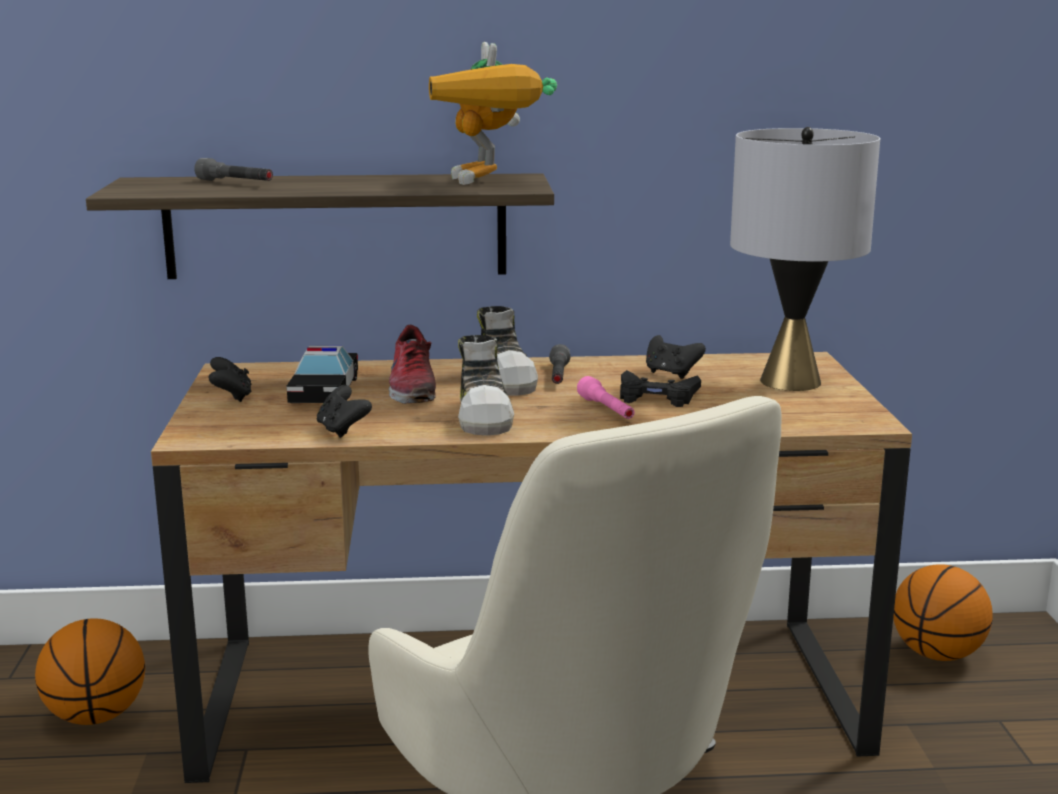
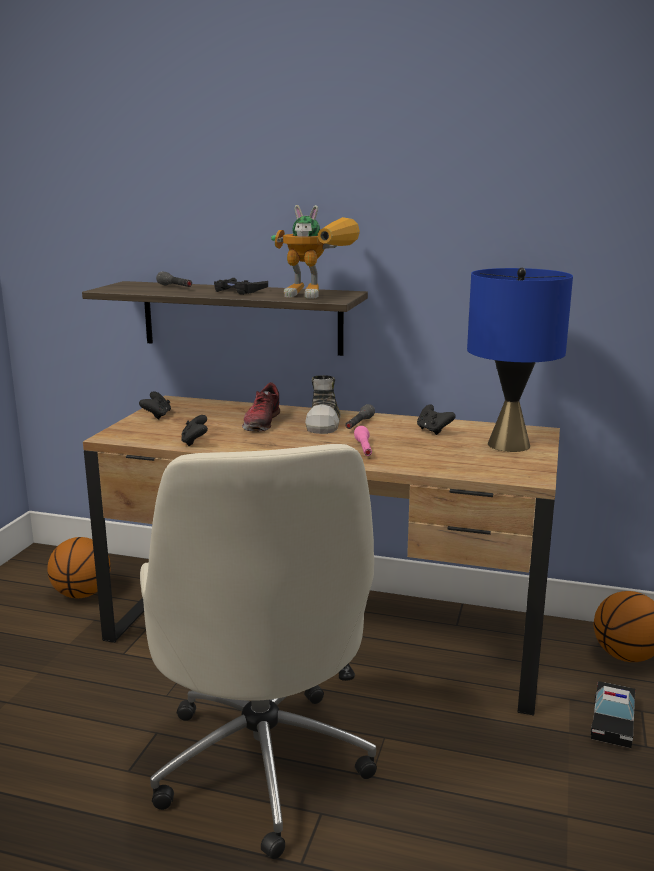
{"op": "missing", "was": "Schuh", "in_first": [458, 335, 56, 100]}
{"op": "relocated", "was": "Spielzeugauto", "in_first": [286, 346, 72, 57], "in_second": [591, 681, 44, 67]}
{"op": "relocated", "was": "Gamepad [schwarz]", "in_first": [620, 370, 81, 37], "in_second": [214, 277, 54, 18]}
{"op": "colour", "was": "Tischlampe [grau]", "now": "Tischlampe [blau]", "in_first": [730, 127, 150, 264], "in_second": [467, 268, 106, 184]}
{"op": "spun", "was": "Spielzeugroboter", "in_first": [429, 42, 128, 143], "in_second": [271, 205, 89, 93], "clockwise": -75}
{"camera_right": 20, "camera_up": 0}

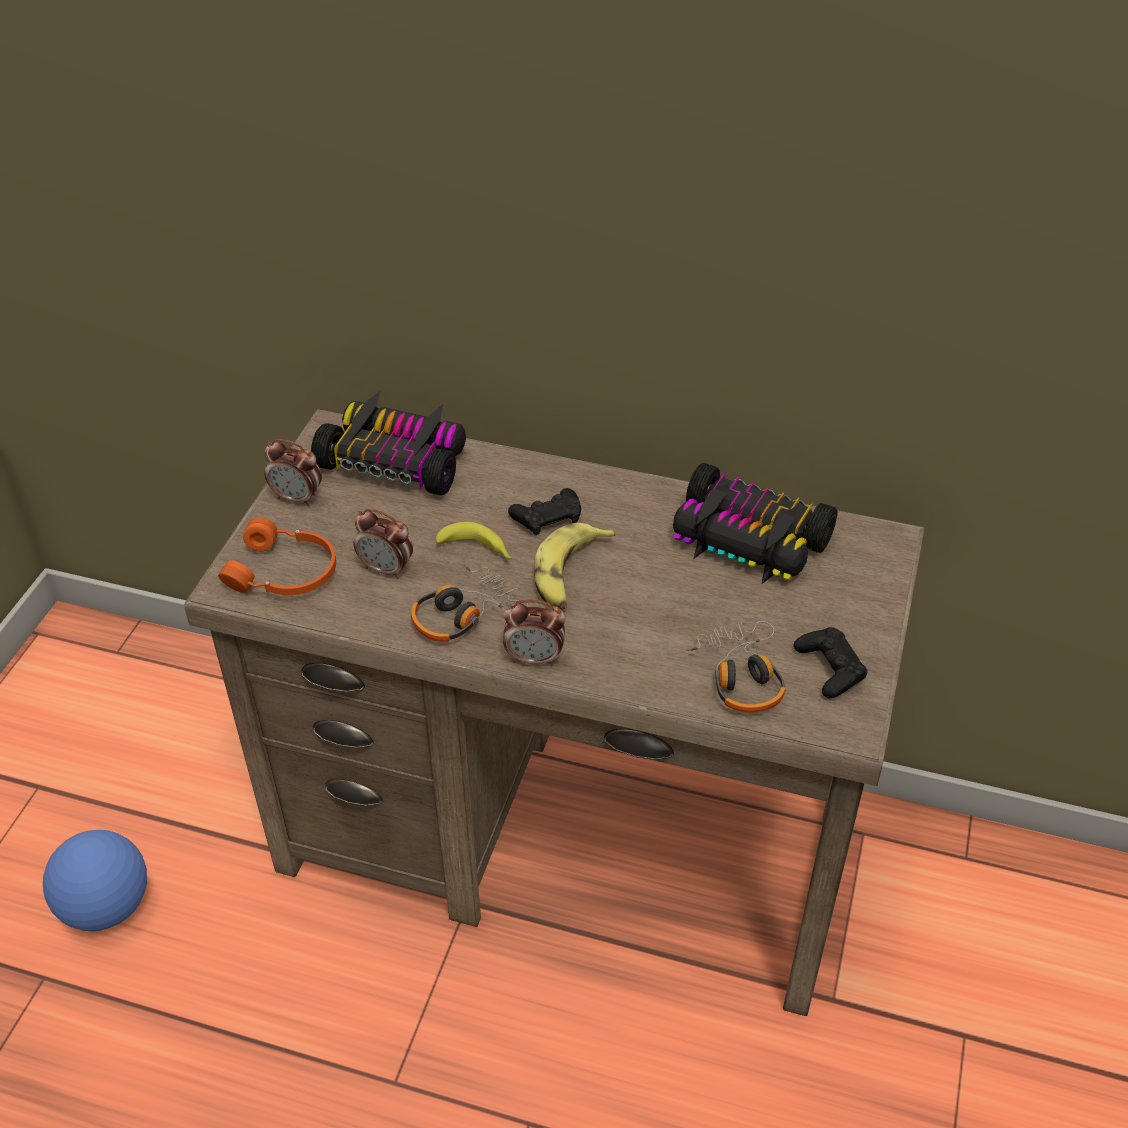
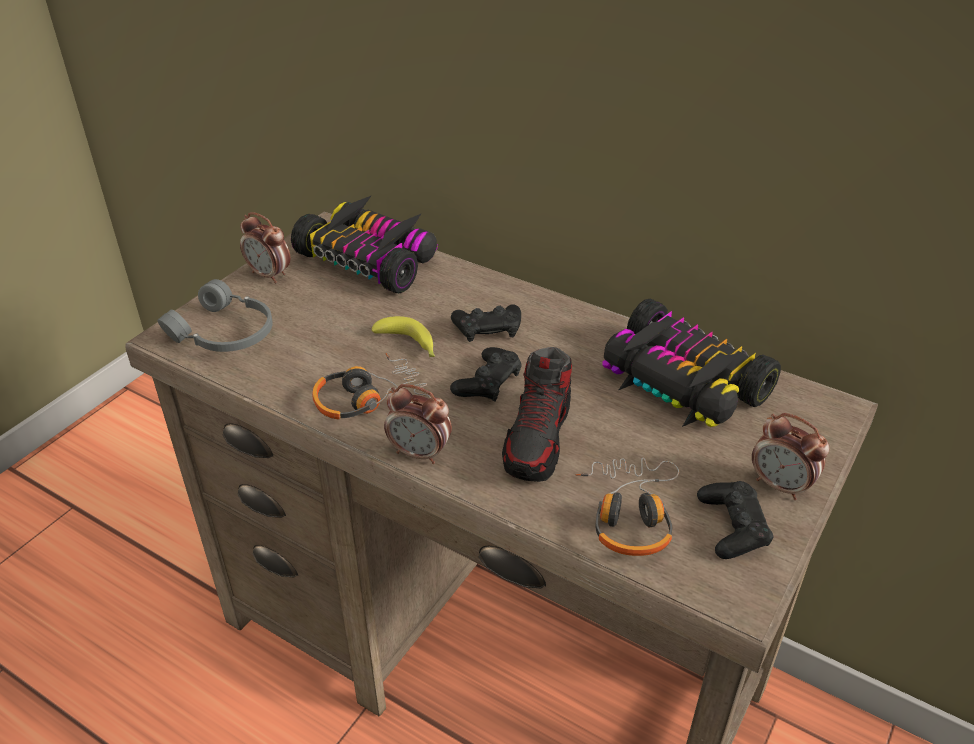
{"op": "missing", "was": "Fußball", "in_first": [43, 830, 104, 101]}
{"op": "appeared", "now": "Schuh", "in_second": [502, 347, 70, 135]}
{"op": "relocated", "was": "Wecker", "in_first": [353, 509, 60, 70], "in_second": [752, 413, 77, 87]}
{"op": "exchanged", "was": "Banane", "now": "Gamepad [schwarz]", "in_first": [534, 523, 82, 87], "in_second": [450, 347, 72, 55]}
{"op": "colour", "was": "Kopfhörer [orange]", "now": "Kopfhörer [grau]", "in_first": [218, 517, 118, 78], "in_second": [157, 279, 116, 73]}
{"camera_right": 15, "camera_up": -5}

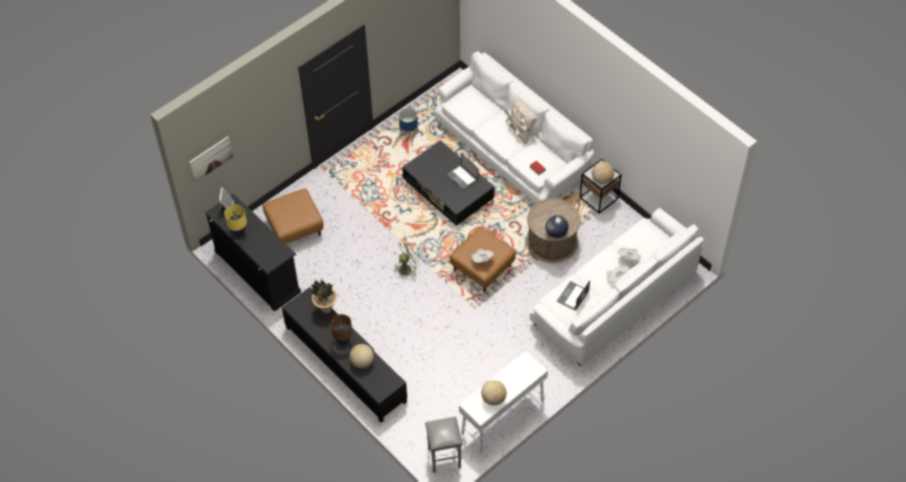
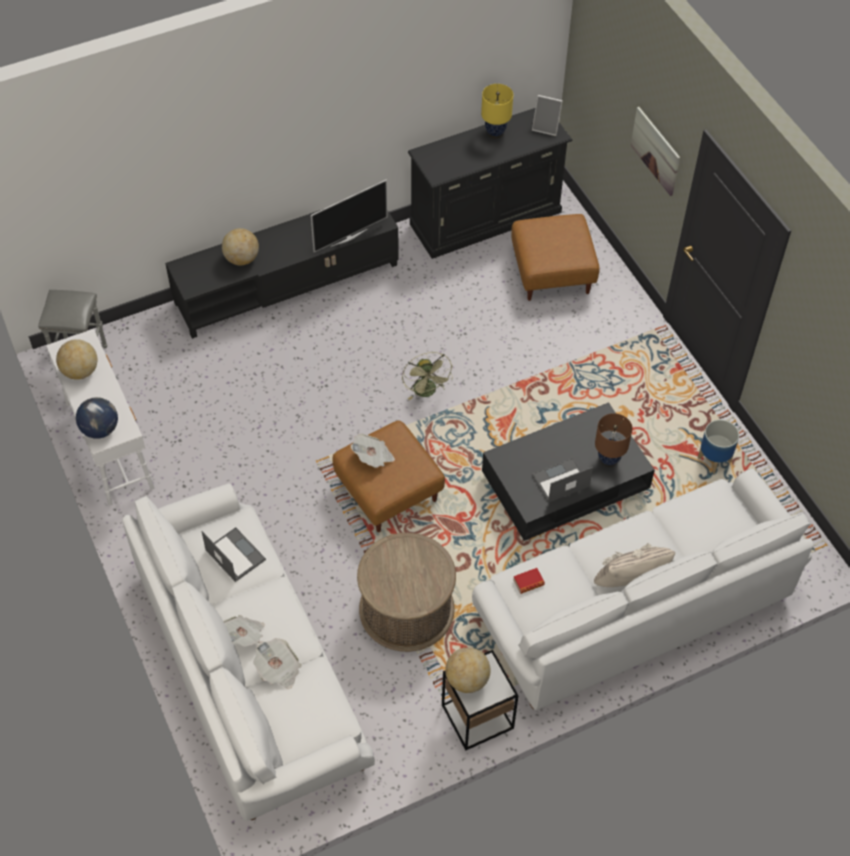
{"op": "relocated", "was": "Bild", "in_first": [189, 136, 44, 46], "in_second": [631, 107, 49, 89]}
{"op": "relocated", "was": "Tischlampe [braun]", "in_first": [331, 314, 21, 32], "in_second": [595, 413, 37, 54]}
{"op": "relocated", "was": "Globus", "in_first": [546, 215, 23, 23], "in_second": [76, 397, 42, 42]}
{"op": "exchanged", "was": "Topfpflanze", "now": "Fernseher", "in_first": [311, 279, 26, 35], "in_second": [311, 180, 76, 72]}
{"camera_right": 105, "camera_up": 0}

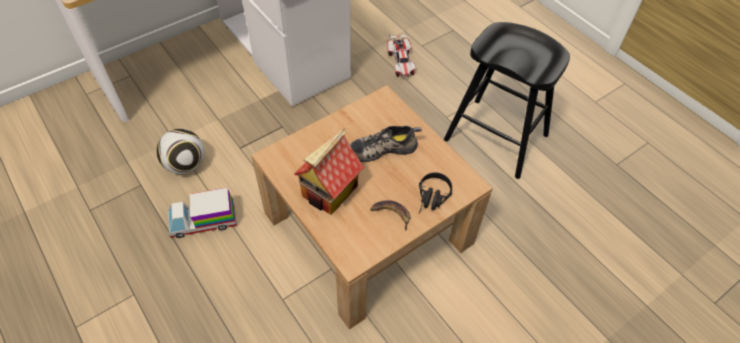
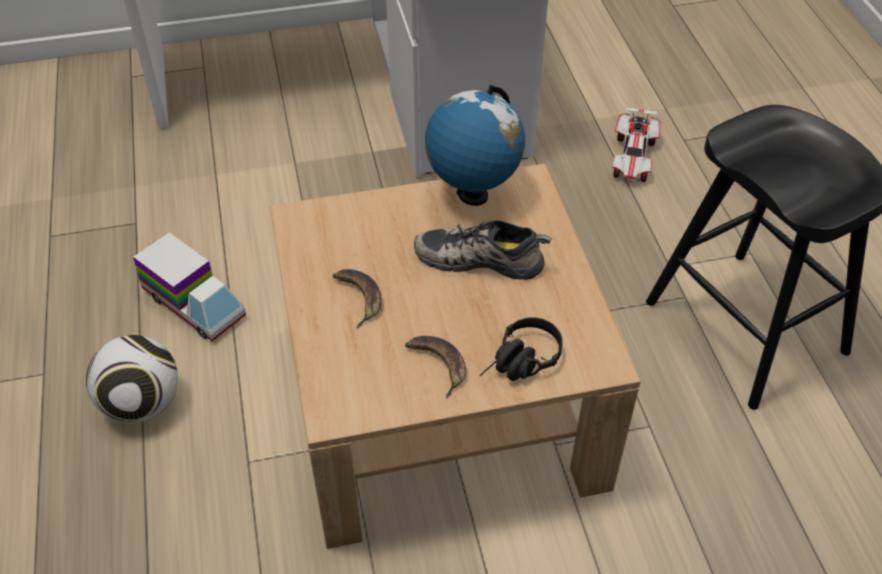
{"op": "appeared", "now": "Globus", "in_second": [425, 85, 100, 121]}
{"op": "relocated", "was": "Fußball", "in_first": [156, 129, 48, 45], "in_second": [86, 335, 92, 88]}
{"op": "exchanged", "was": "Spielzeughaus", "now": "Banane", "in_first": [294, 128, 70, 87], "in_second": [332, 269, 50, 59]}
{"op": "spun", "was": "Spielzeuglaster", "in_first": [168, 188, 69, 50], "in_second": [133, 232, 113, 109], "clockwise": -150}
{"camera_right": 25, "camera_up": -5}

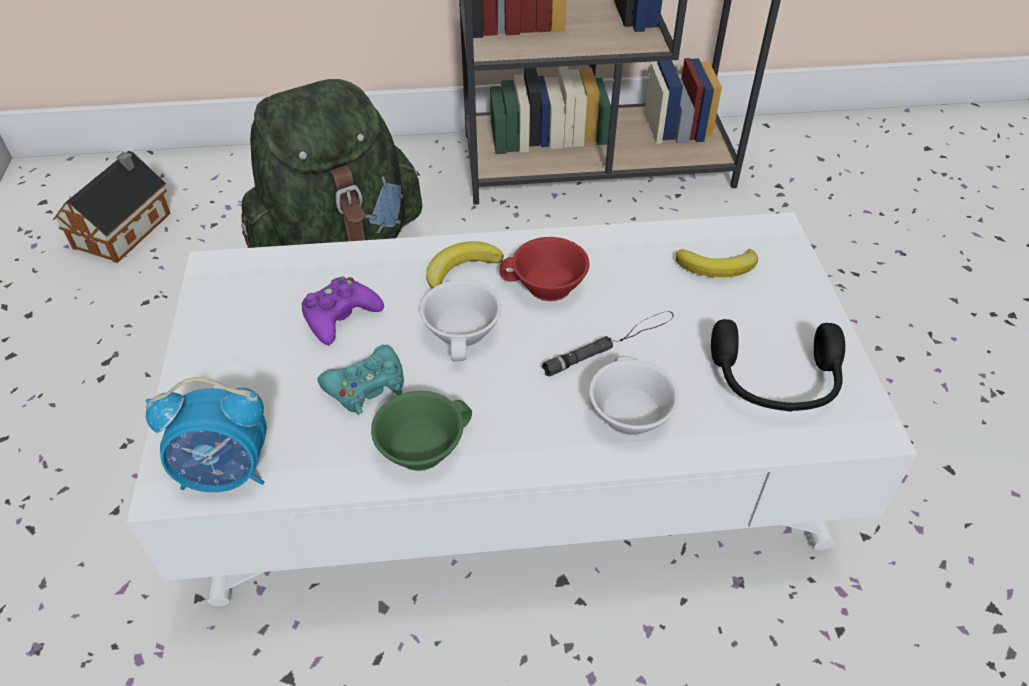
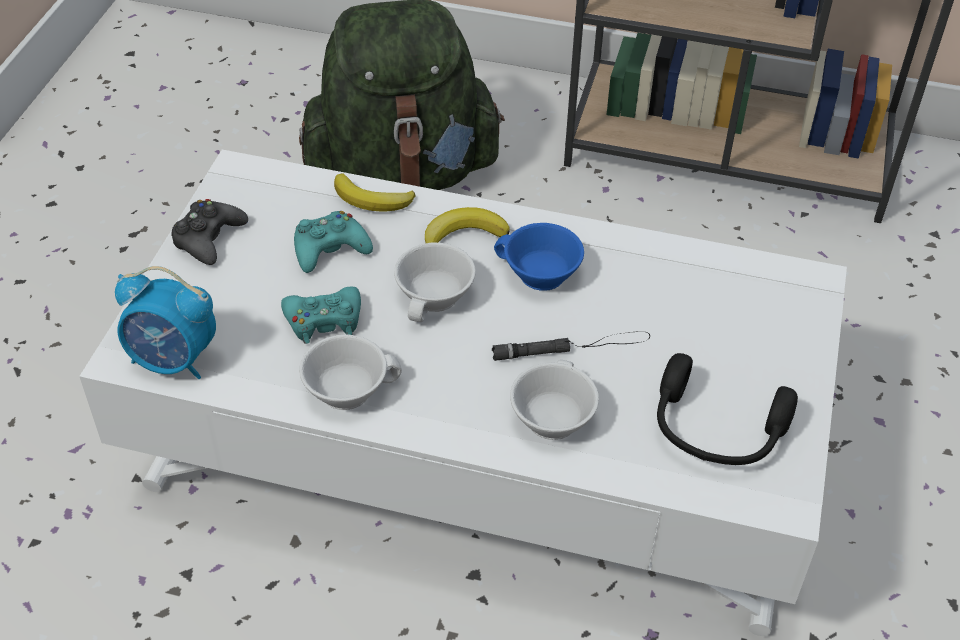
{"op": "missing", "was": "Spielzeughaus", "in_first": [53, 151, 118, 112]}
{"op": "appeared", "now": "Gamepad [schwarz]", "in_second": [172, 199, 76, 66]}
{"op": "relocated", "was": "Banane", "in_first": [676, 249, 82, 28], "in_second": [334, 173, 81, 38]}
{"op": "colour", "was": "Gamepad [lila]", "now": "Gamepad [türkis]", "in_first": [302, 276, 82, 69], "in_second": [294, 211, 79, 62]}
{"op": "colour", "was": "Tasse [grün]", "now": "Tasse [weiß]", "in_first": [371, 391, 101, 80], "in_second": [299, 335, 103, 75]}
{"op": "colour", "was": "Tasse [rot]", "now": "Tasse [blau]", "in_first": [500, 237, 90, 64], "in_second": [494, 223, 90, 68]}
{"camera_right": 20, "camera_up": 0}

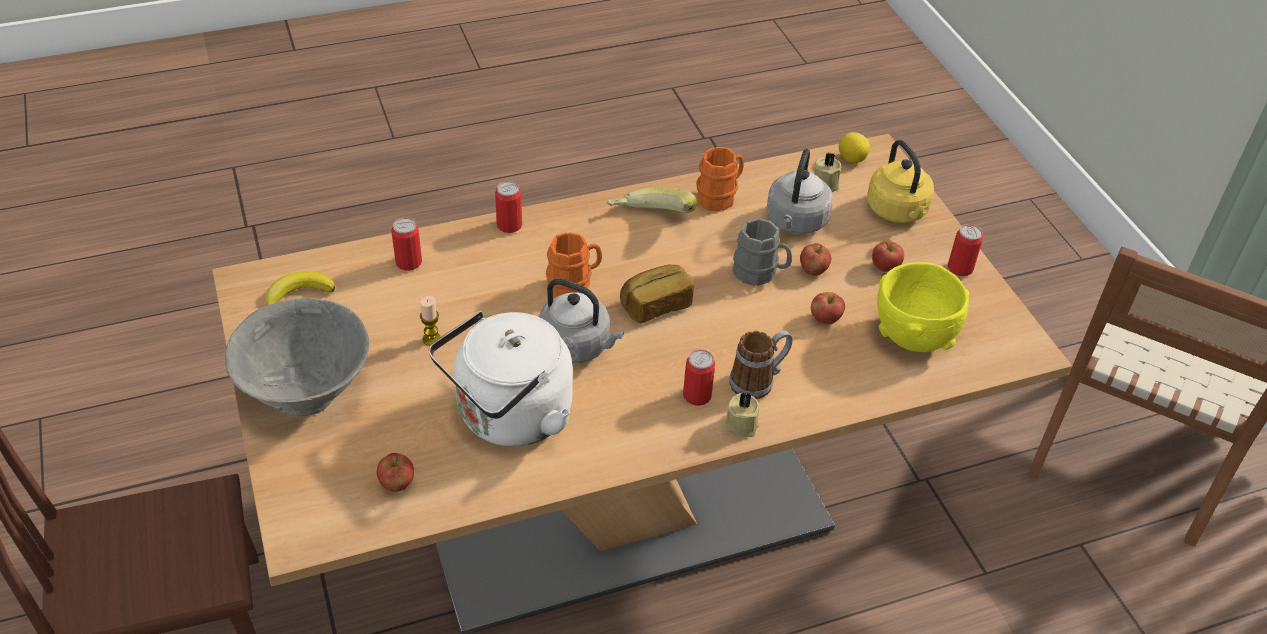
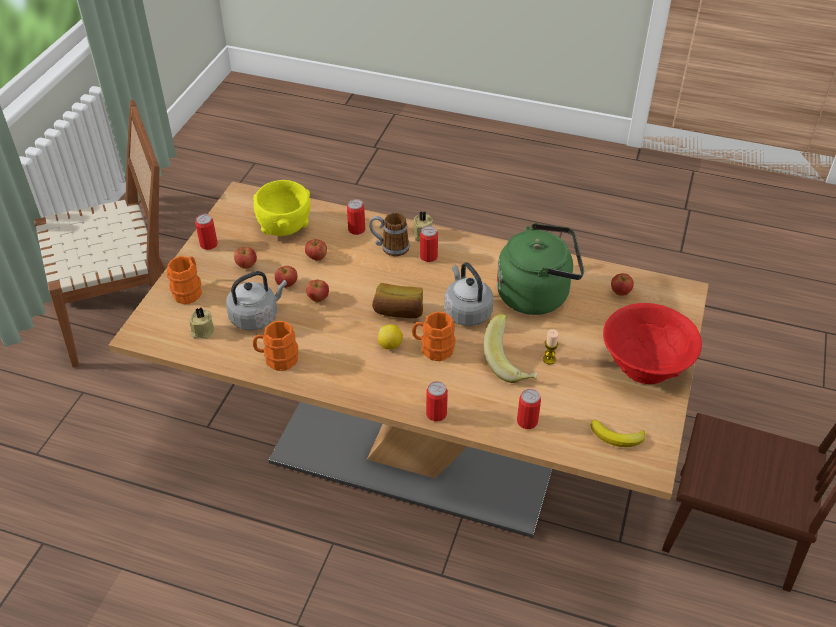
{"op": "appeared", "now": "Dose", "in_second": [347, 199, 18, 36]}
{"op": "relocated", "was": "Banane", "in_first": [607, 187, 90, 26], "in_second": [483, 314, 54, 69]}
{"op": "relocated", "was": "Zitrone", "in_first": [839, 132, 31, 31], "in_second": [378, 324, 25, 25]}
{"op": "exchanged", "was": "Henkelbecher [grau]", "now": "Apfel", "in_first": [733, 218, 59, 68], "in_second": [306, 280, 23, 22]}
{"op": "exchanged", "was": "Wasserkessel [gelb]", "now": "Henkelbecher [orange]", "in_first": [867, 140, 67, 83], "in_second": [167, 256, 35, 49]}
{"op": "colour", "was": "Schüssel [grau]", "now": "Schüssel [rot]", "in_first": [225, 298, 145, 118], "in_second": [603, 303, 99, 81]}
{"op": "colour", "was": "Wasserkessel [weiß]", "now": "Wasserkessel [grün]", "in_first": [429, 311, 144, 136], "in_second": [497, 223, 87, 92]}
{"camera_right": -140, "camera_up": 0}

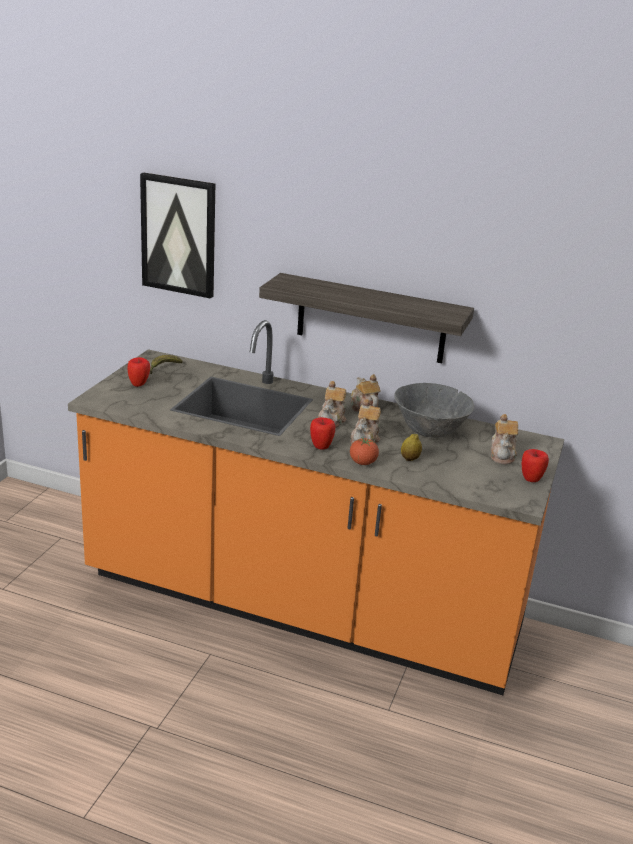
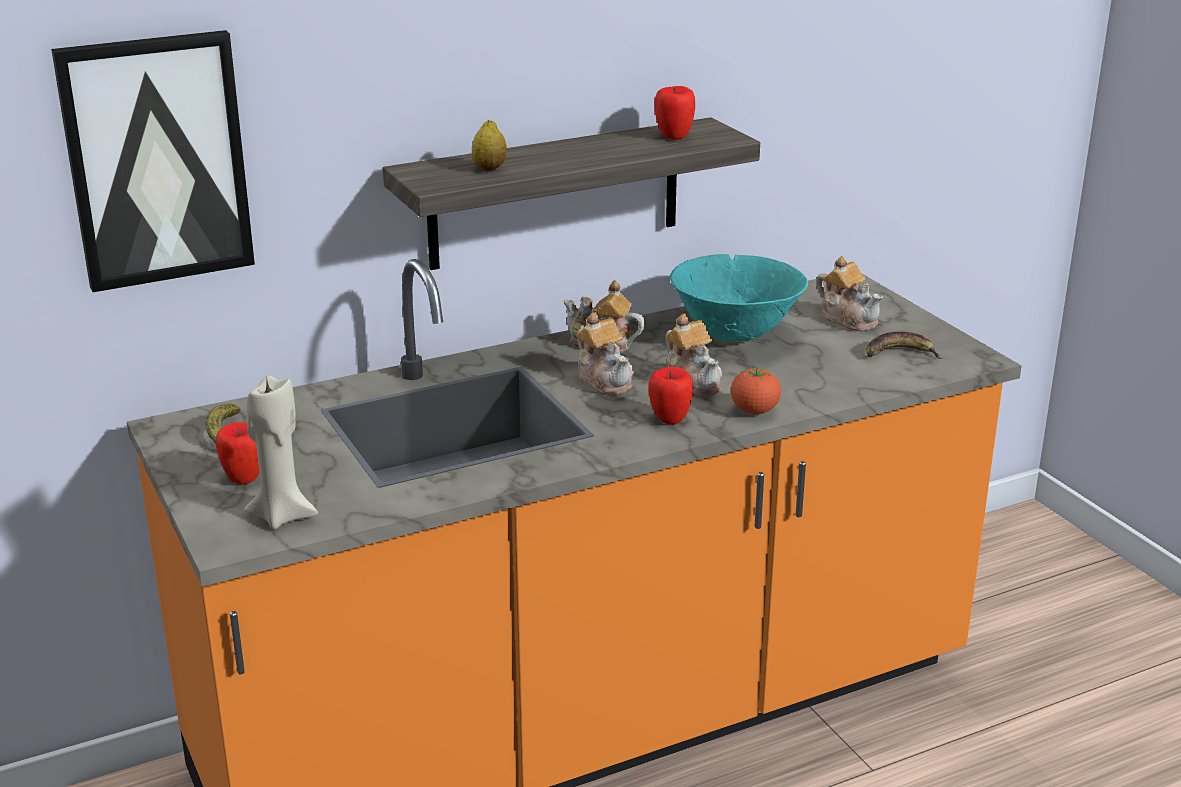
{"op": "appeared", "now": "Kerze [beige]", "in_second": [244, 375, 74, 154]}
{"op": "appeared", "now": "Banane", "in_second": [866, 332, 76, 27]}
{"op": "relocated", "was": "Zitrone", "in_first": [401, 433, 21, 28], "in_second": [472, 120, 35, 52]}
{"op": "relocated", "was": "Apfel", "in_first": [522, 449, 27, 33], "in_second": [654, 86, 41, 54]}
{"op": "colour", "was": "Schüssel [grau]", "now": "Schüssel [türkis]", "in_first": [394, 383, 80, 55], "in_second": [670, 254, 138, 88]}
{"camera_right": -45, "camera_up": 0}

